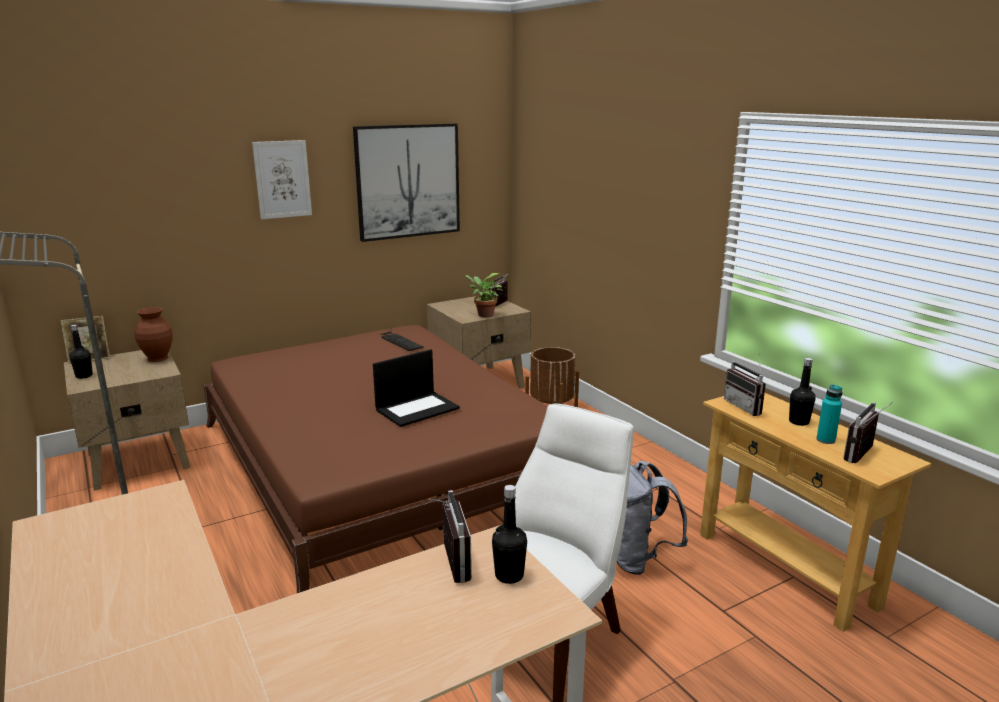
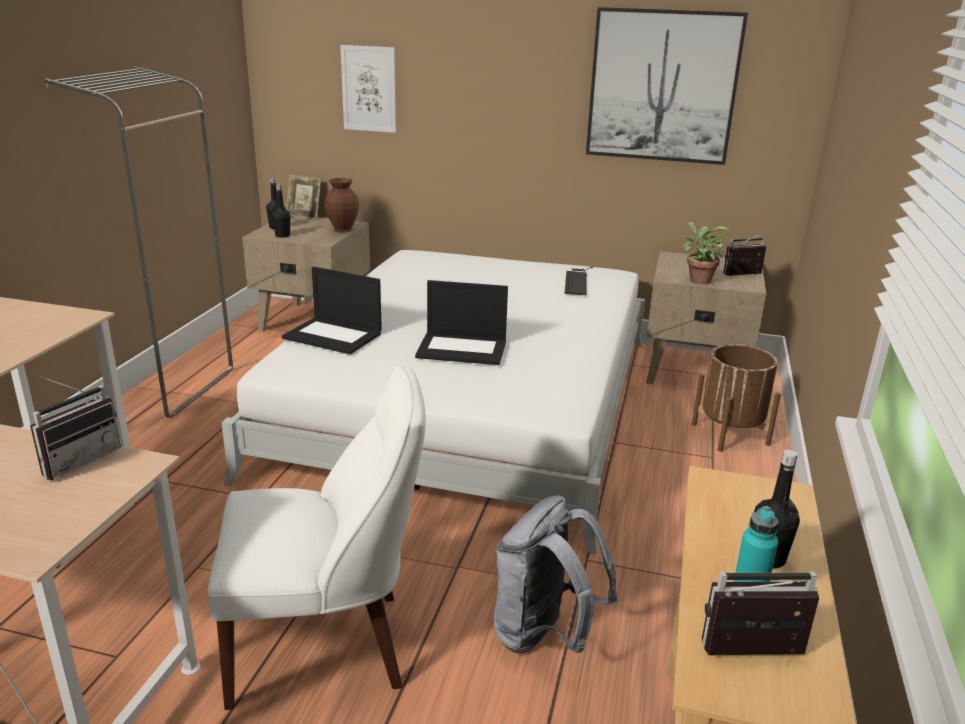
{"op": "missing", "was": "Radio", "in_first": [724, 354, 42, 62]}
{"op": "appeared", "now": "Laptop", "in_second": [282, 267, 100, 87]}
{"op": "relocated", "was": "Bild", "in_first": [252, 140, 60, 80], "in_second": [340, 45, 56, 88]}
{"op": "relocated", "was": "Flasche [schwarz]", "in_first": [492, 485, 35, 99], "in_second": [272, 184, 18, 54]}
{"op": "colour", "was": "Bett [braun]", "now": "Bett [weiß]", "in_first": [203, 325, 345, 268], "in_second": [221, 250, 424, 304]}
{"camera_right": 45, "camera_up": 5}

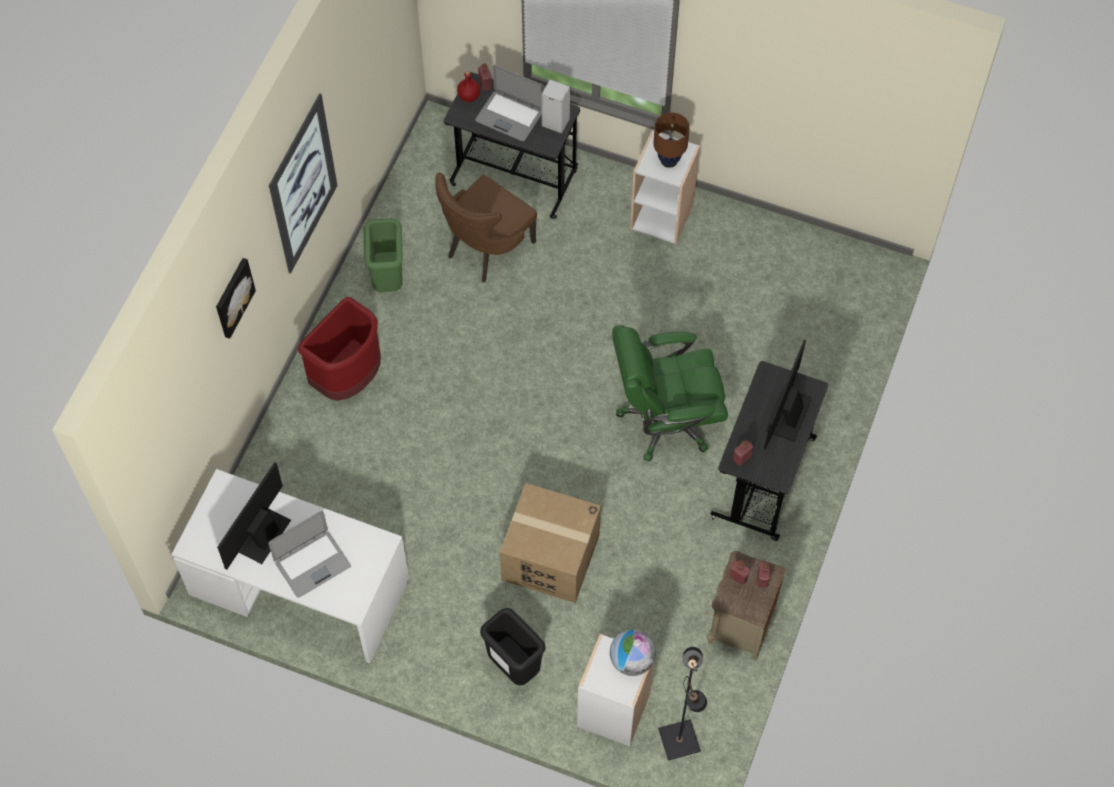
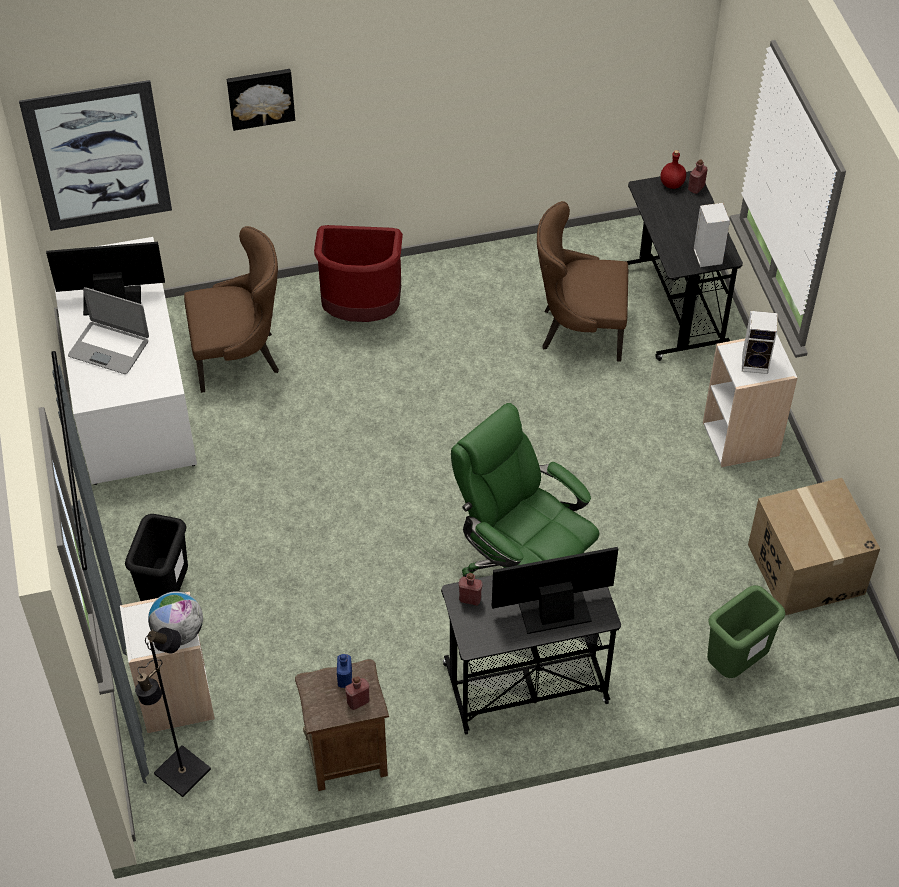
{"op": "missing", "was": "Laptop", "in_first": [475, 65, 68, 76]}
{"op": "appeared", "now": "Stuhl [braun]", "in_second": [184, 226, 95, 167]}
{"op": "relocated", "was": "Bild", "in_first": [269, 93, 69, 181], "in_second": [19, 80, 153, 151]}
{"op": "relocated", "was": "Mülleimer [grün]", "in_first": [364, 219, 39, 73], "in_second": [707, 585, 79, 93]}
{"op": "relocated", "was": "Karton", "in_first": [500, 483, 101, 120], "in_second": [748, 478, 132, 137]}
{"op": "exchanged", "was": "Tischlampe [braun]", "now": "Lautsprecher", "in_first": [653, 113, 37, 55], "in_second": [742, 311, 36, 63]}
{"op": "colour", "was": "Flasche [rot]", "now": "Flasche [blau]", "in_first": [729, 560, 21, 25], "in_second": [337, 654, 15, 34]}
{"camera_right": 55, "camera_up": -10}

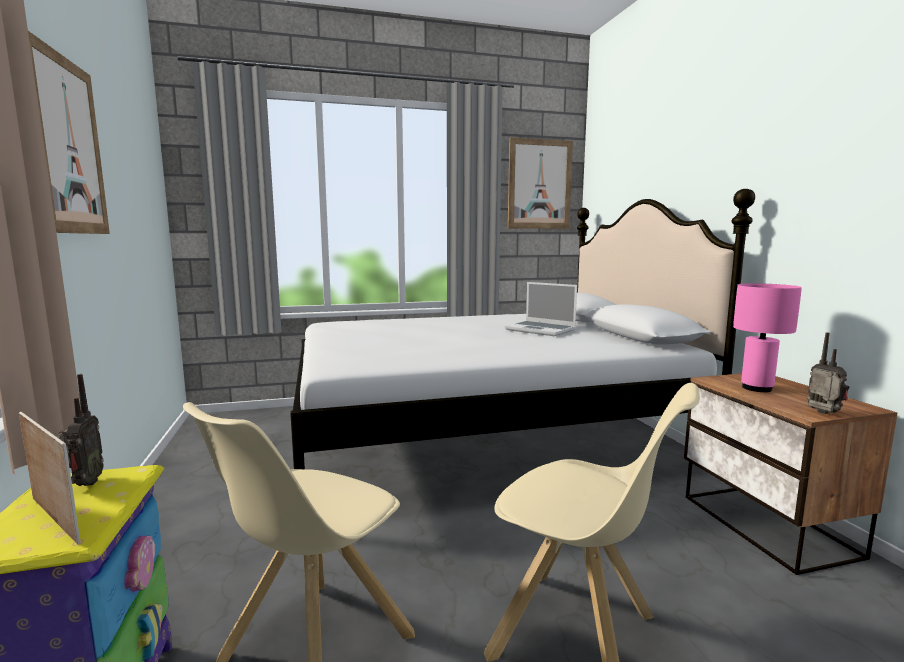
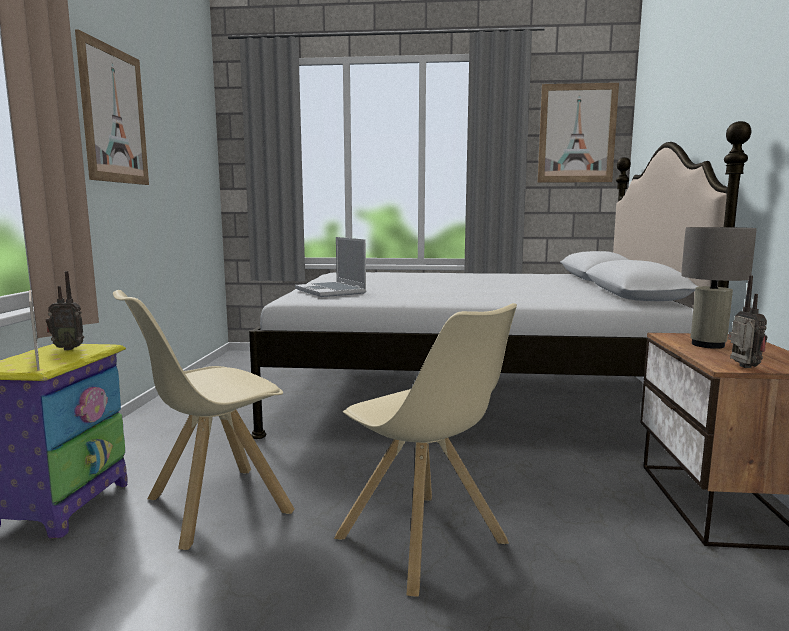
{"op": "relocated", "was": "Laptop", "in_first": [505, 282, 72, 54], "in_second": [295, 237, 72, 60]}
{"op": "colour", "was": "Tischlampe [rosa]", "now": "Tischlampe [grau]", "in_first": [733, 283, 69, 109], "in_second": [681, 227, 75, 122]}
{"op": "spun", "was": "Radio", "in_first": [57, 374, 47, 112], "in_second": [46, 271, 38, 79], "clockwise": 75}
{"camera_right": 20, "camera_up": 0}

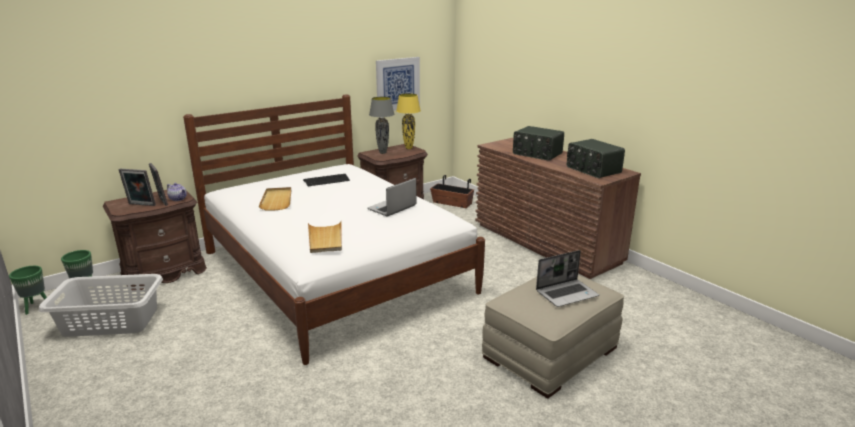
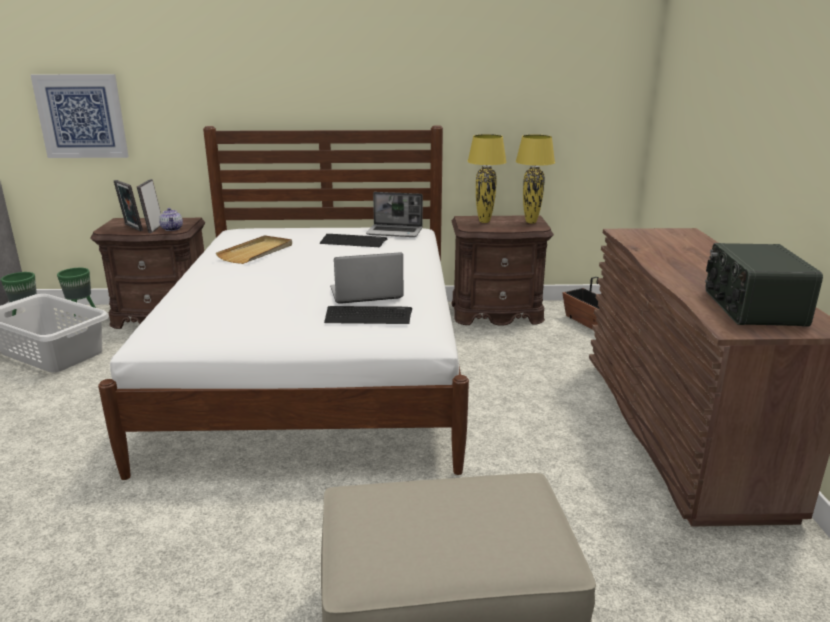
{"op": "missing", "was": "Tablett [beige]", "in_first": [308, 222, 34, 31]}
{"op": "missing", "was": "Radio", "in_first": [513, 126, 51, 35]}
{"op": "appeared", "now": "Tastatur", "in_second": [324, 306, 88, 18]}
{"op": "relocated", "was": "Bild", "in_first": [376, 57, 44, 54], "in_second": [31, 74, 98, 84]}
{"op": "relocated", "was": "Laptop", "in_first": [536, 250, 63, 57], "in_second": [366, 192, 57, 45]}
{"op": "colour", "was": "Tischlampe [grau]", "now": "Tischlampe [gelb]", "in_first": [369, 97, 25, 57], "in_second": [467, 134, 40, 89]}
{"camera_right": 35, "camera_up": 0}

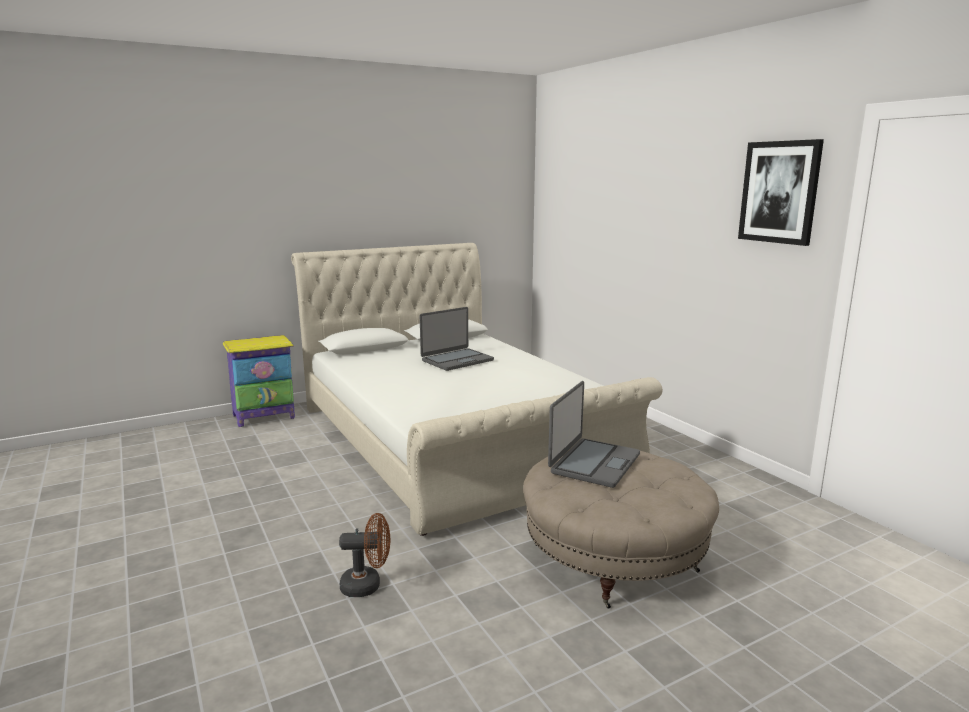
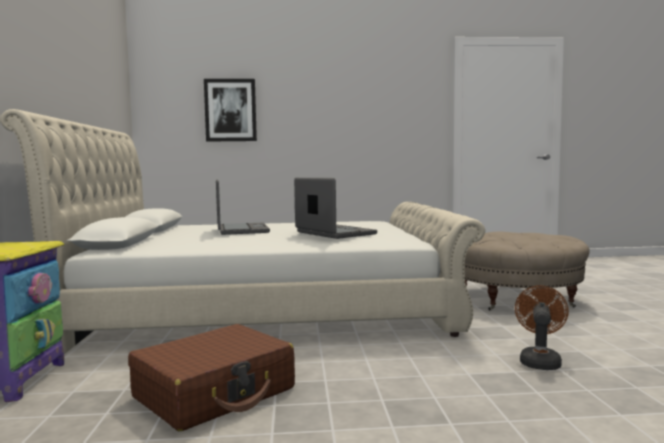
{"op": "appeared", "now": "Koffer [braun]", "in_second": [128, 324, 167, 107]}
{"op": "relocated", "was": "Laptop", "in_first": [548, 381, 92, 107], "in_second": [294, 178, 83, 61]}
{"op": "relocated", "was": "Bild", "in_first": [738, 139, 86, 107], "in_second": [204, 79, 53, 63]}
{"camera_right": -65, "camera_up": -10}

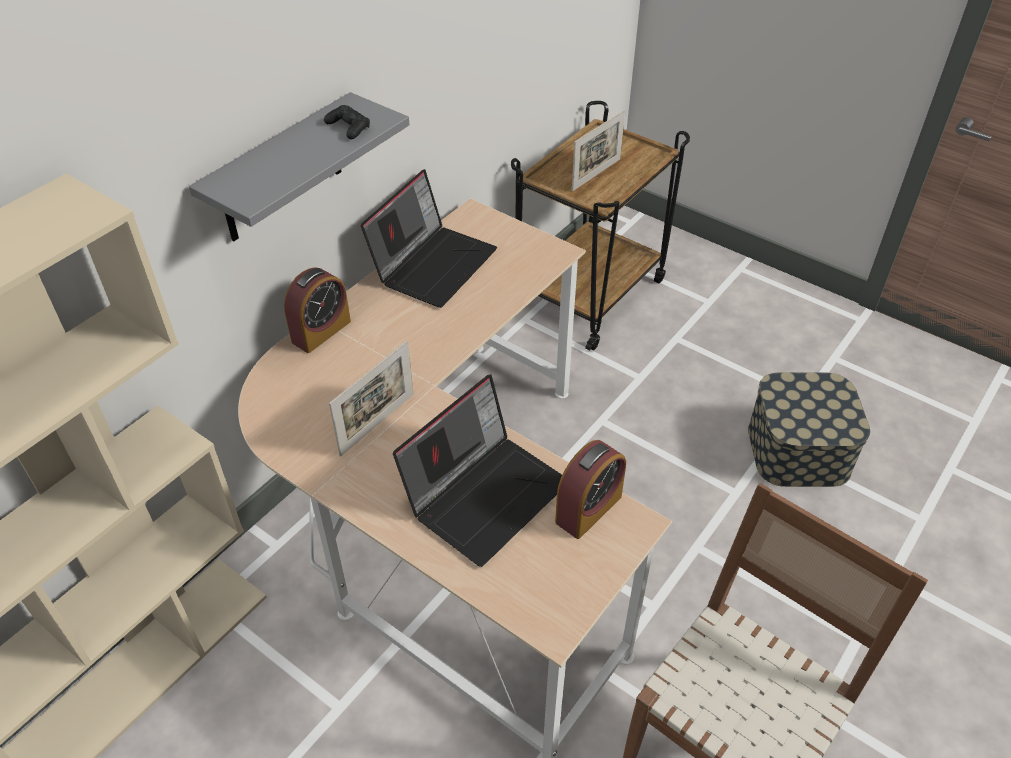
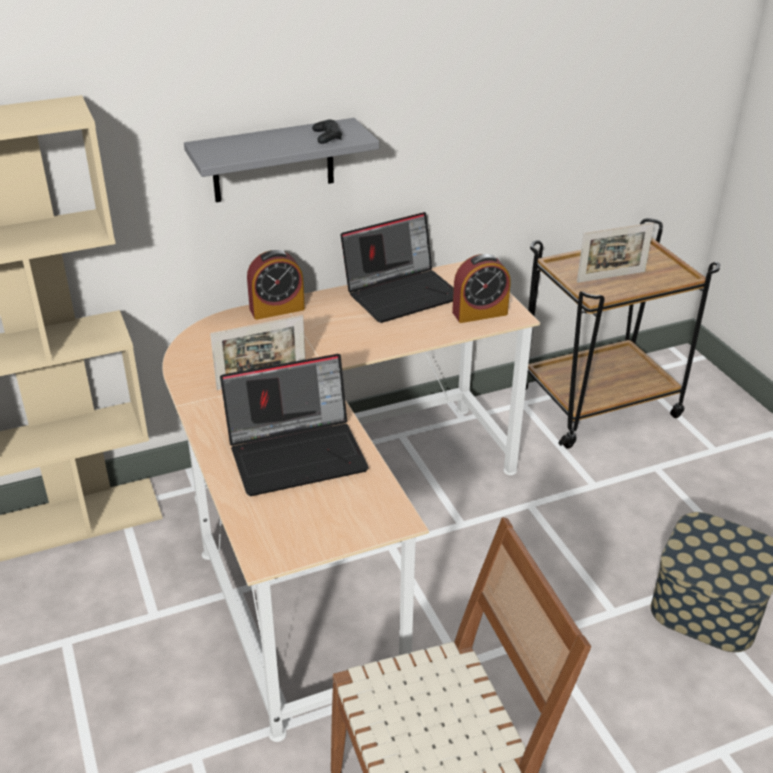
{"op": "relocated", "was": "Wecker", "in_first": [555, 440, 71, 99], "in_second": [452, 254, 59, 69]}
{"camera_right": 30, "camera_up": -10}

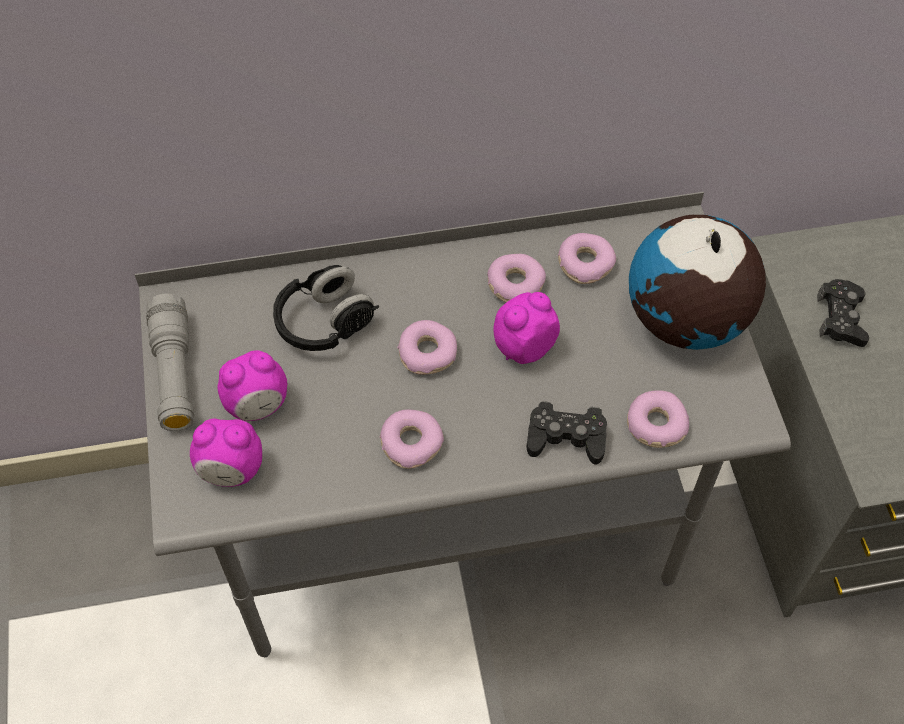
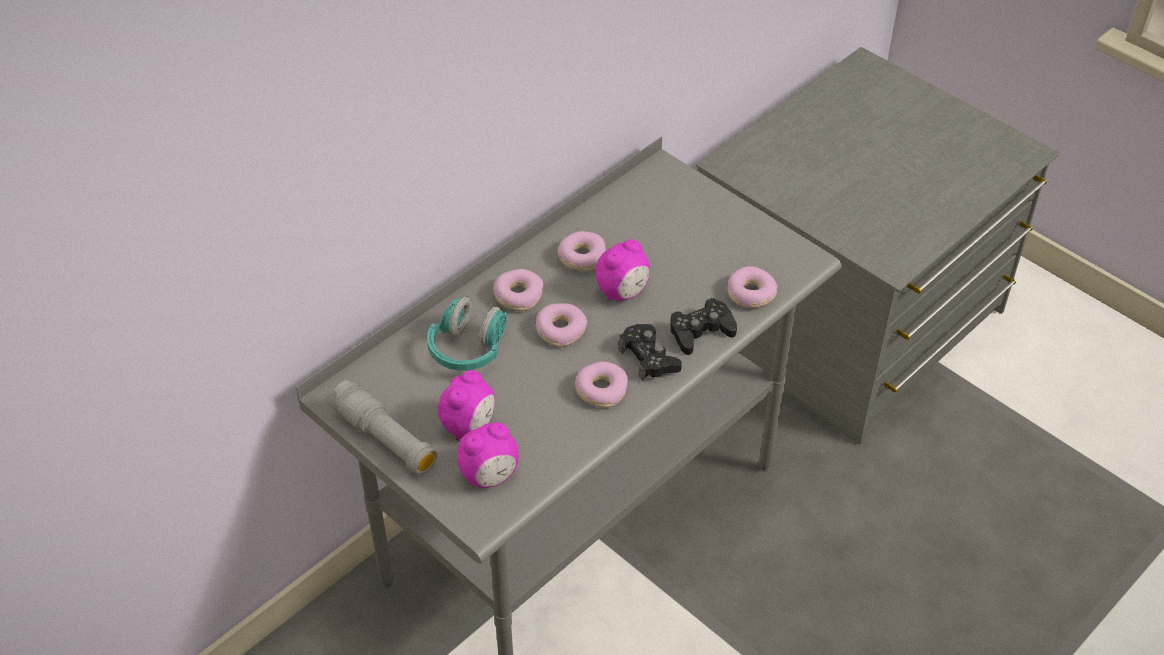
{"op": "missing", "was": "Globus", "in_first": [629, 215, 137, 135]}
{"op": "relocated", "was": "Donut", "in_first": [558, 233, 58, 51], "in_second": [493, 269, 50, 42]}
{"op": "relocated", "was": "Gamepad [schwarz]", "in_first": [817, 279, 52, 68], "in_second": [618, 324, 64, 57]}
{"op": "colour", "was": "Kopfhörer [schwarz]", "now": "Kopfhörer [türkis]", "in_first": [273, 265, 106, 86], "in_second": [427, 296, 80, 75]}
{"op": "spun", "was": "Wecker", "in_first": [493, 292, 67, 72], "in_second": [596, 239, 54, 62], "clockwise": -150}
{"camera_right": -35, "camera_up": -10}

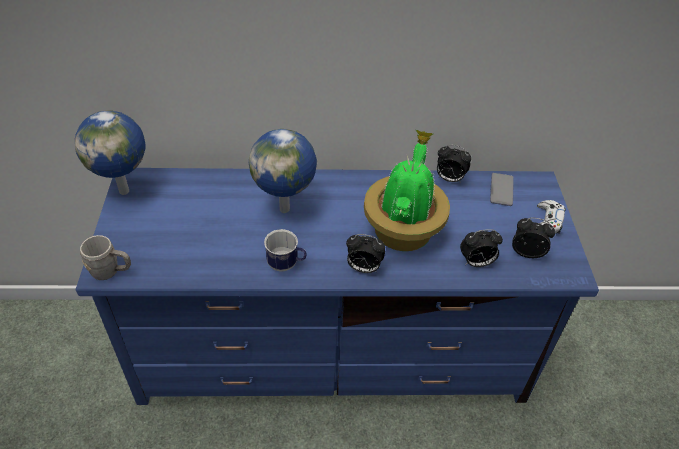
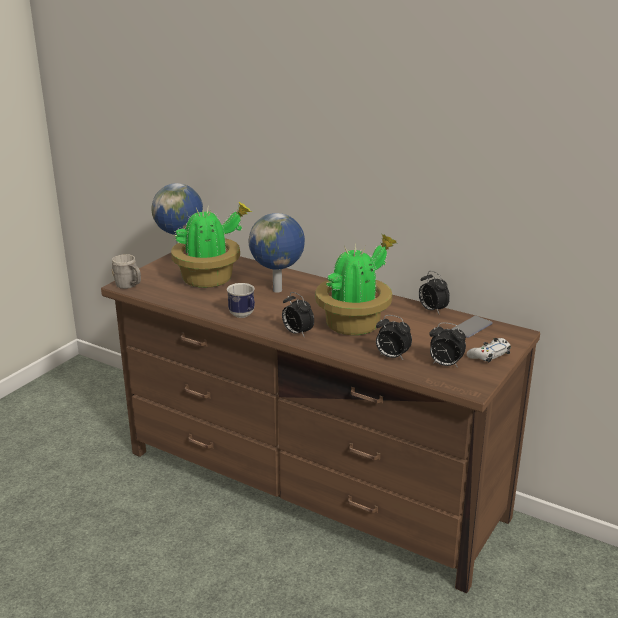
{"op": "appeared", "now": "Topfpflanze", "in_second": [171, 202, 81, 86]}
{"op": "colour", "was": "Kommode [blau]", "now": "Kommode [braun]", "in_first": [75, 168, 524, 237], "in_second": [101, 253, 439, 340]}
{"op": "spun", "was": "Wecker", "in_first": [512, 218, 43, 40], "in_second": [429, 322, 37, 46], "clockwise": 150}
{"camera_right": 35, "camera_up": -20}

